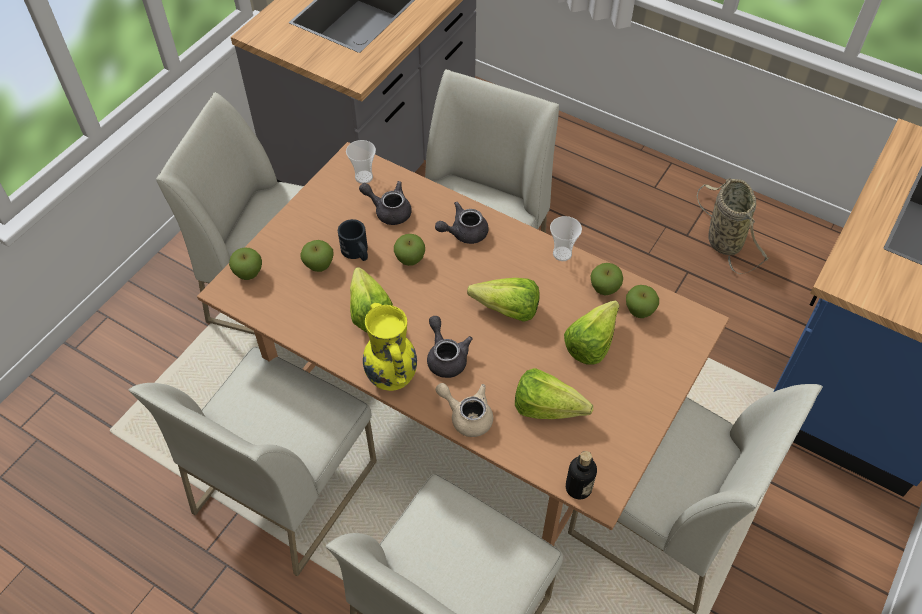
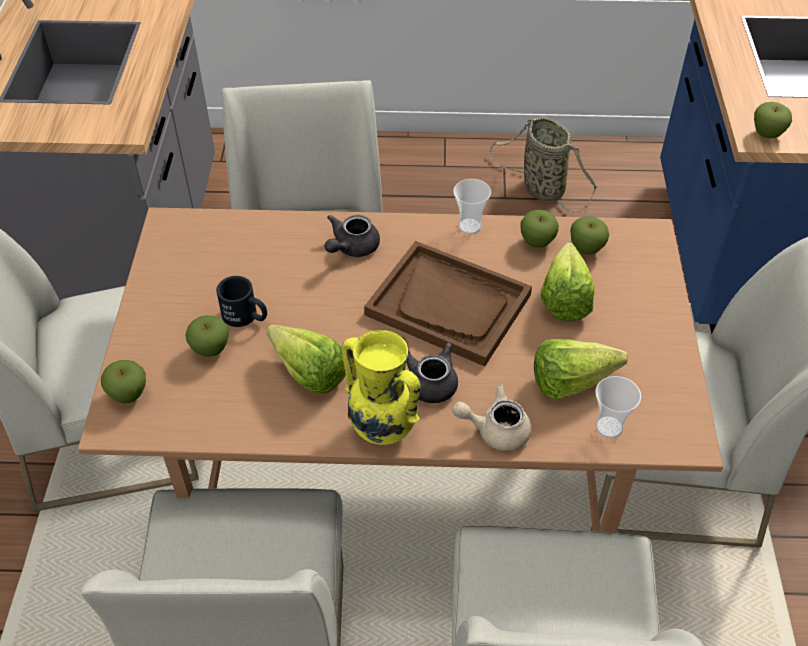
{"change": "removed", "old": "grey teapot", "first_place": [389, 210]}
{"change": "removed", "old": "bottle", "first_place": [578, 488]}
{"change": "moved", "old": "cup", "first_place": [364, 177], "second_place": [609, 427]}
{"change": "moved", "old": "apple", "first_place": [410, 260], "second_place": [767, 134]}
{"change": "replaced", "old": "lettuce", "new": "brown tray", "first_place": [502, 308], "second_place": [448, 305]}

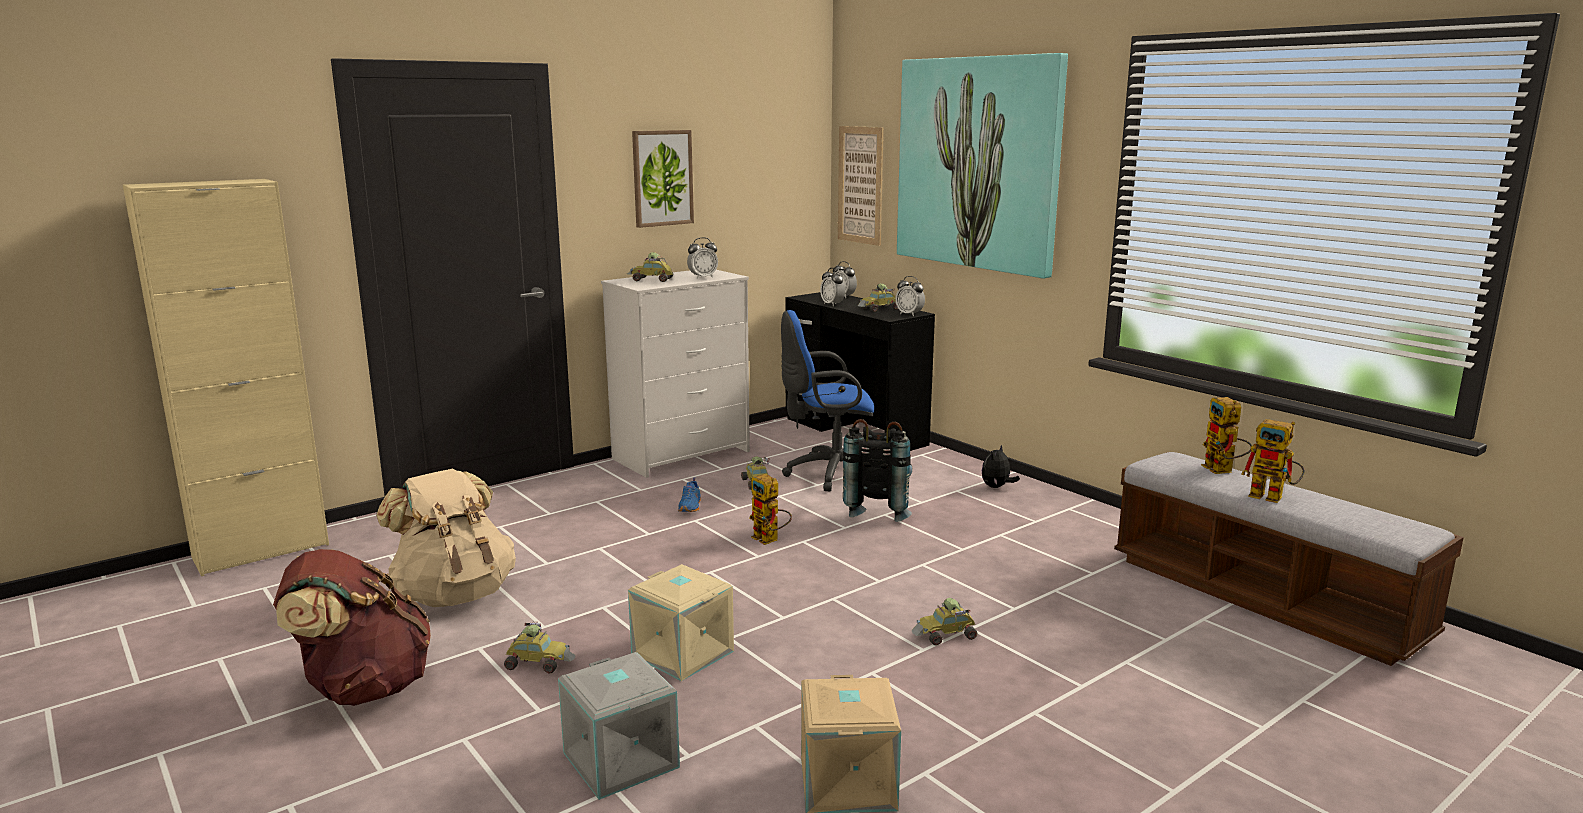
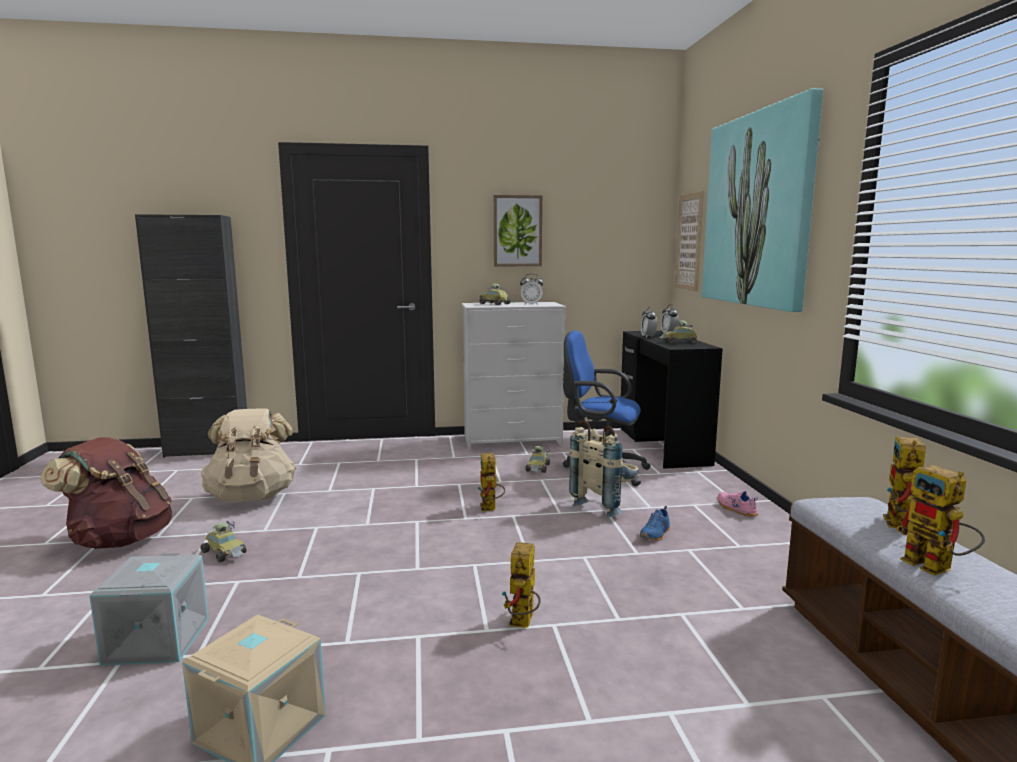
{"change": "removed", "old": "beige storage box", "first_place": [681, 653]}
{"change": "removed", "old": "alarm clock", "first_place": [909, 314]}
{"change": "moved", "old": "blue shoe", "first_place": [690, 507], "second_place": [656, 534]}
{"change": "replaced", "old": "toy car", "new": "toy robot", "first_place": [946, 635], "second_place": [523, 624]}
{"change": "replaced", "old": "plush toy", "new": "pink shoe", "first_place": [997, 487], "second_place": [736, 509]}
{"change": "recoloured", "old": "beige cabinet", "new": "black cabinet", "first_place": [261, 551], "second_place": [207, 450]}
{"change": "recoloured", "old": "black backpack", "new": "beige backpack", "first_place": [878, 509], "second_place": [606, 505]}

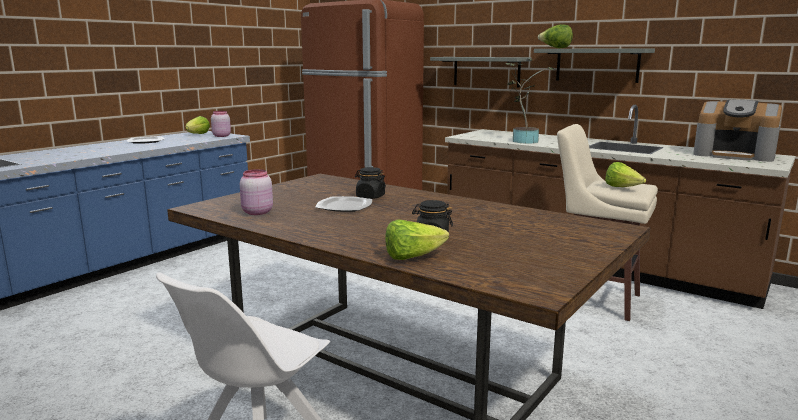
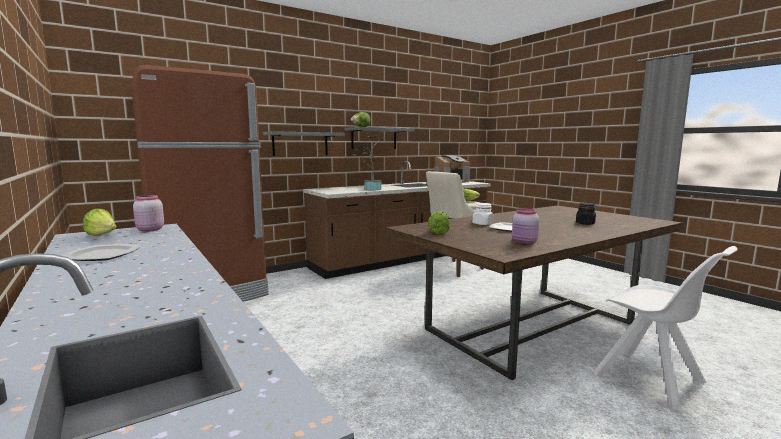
{"change": "moved", "old": "lettuce", "first_place": [412, 257], "second_place": [438, 232]}
{"change": "recoloured", "old": "black jar", "new": "white jar", "first_place": [370, 196], "second_place": [482, 224]}

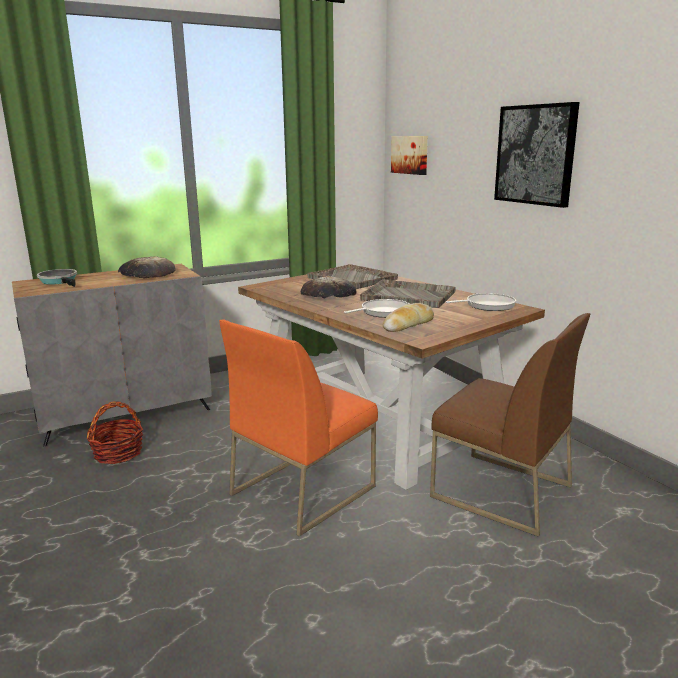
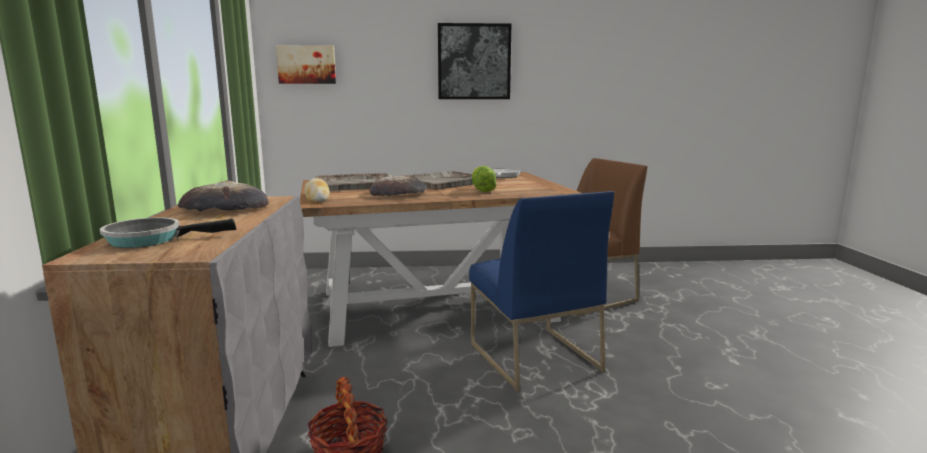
{"change": "moved", "old": "bread", "first_place": [408, 324], "second_place": [317, 197]}
{"change": "replaced", "old": "frying pan", "new": "lettuce", "first_place": [382, 312], "second_place": [482, 190]}
{"change": "recoloured", "old": "orange chair", "new": "blue chair", "first_place": [303, 489], "second_place": [533, 357]}

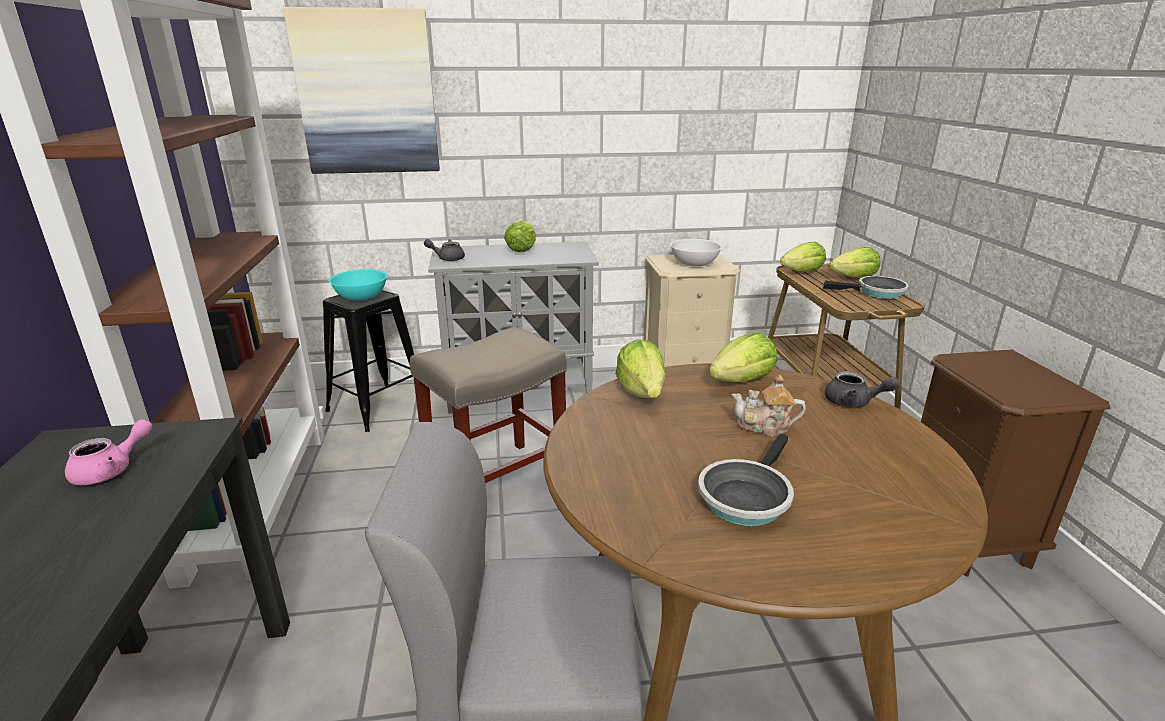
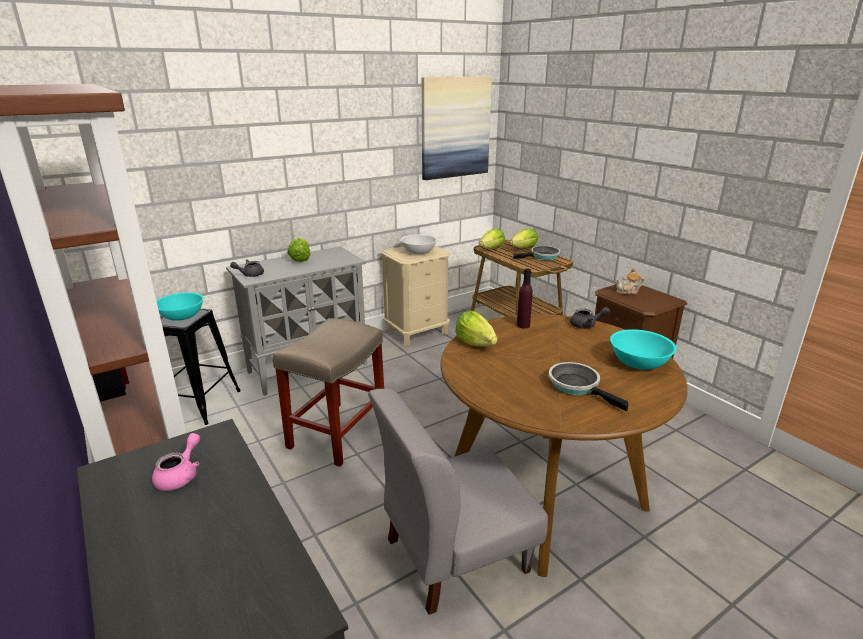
{"change": "added", "new": "turquoise bowl", "second_place": [639, 363]}
{"change": "moved", "old": "picture", "first_place": [367, 93], "second_place": [455, 127]}
{"change": "moved", "old": "teapot", "first_place": [764, 427], "second_place": [628, 291]}
{"change": "replaced", "old": "lettuce", "new": "purple bottle", "first_place": [742, 381], "second_place": [523, 325]}
{"change": "turned", "old": "frying pan", "first_place": [745, 497], "second_place": [577, 386], "degrees": 135}

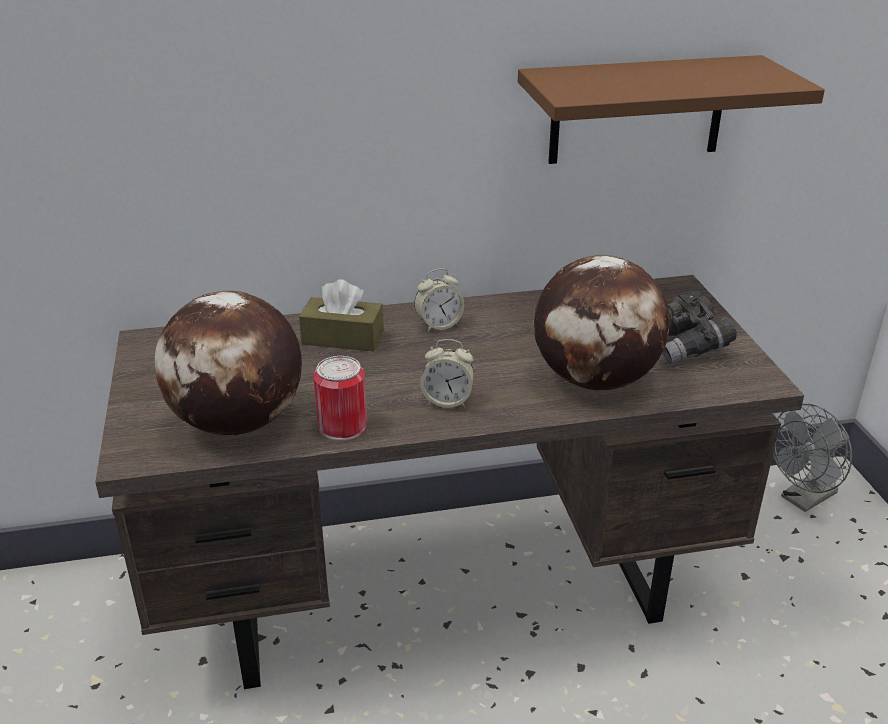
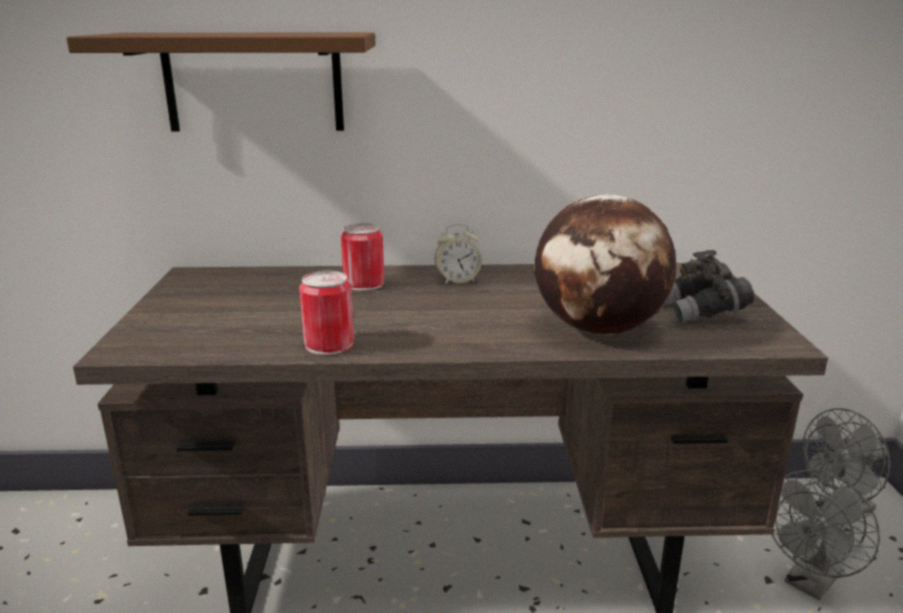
{"change": "removed", "old": "globe", "first_place": [238, 422]}
{"change": "removed", "old": "alarm clock", "first_place": [447, 401]}
{"change": "added", "new": "grey fan", "second_place": [810, 583]}
{"change": "moved", "old": "brown shelf", "first_place": [637, 110], "second_place": [253, 82]}
{"change": "replaced", "old": "brown tissue box", "new": "can", "first_place": [343, 338], "second_place": [364, 283]}

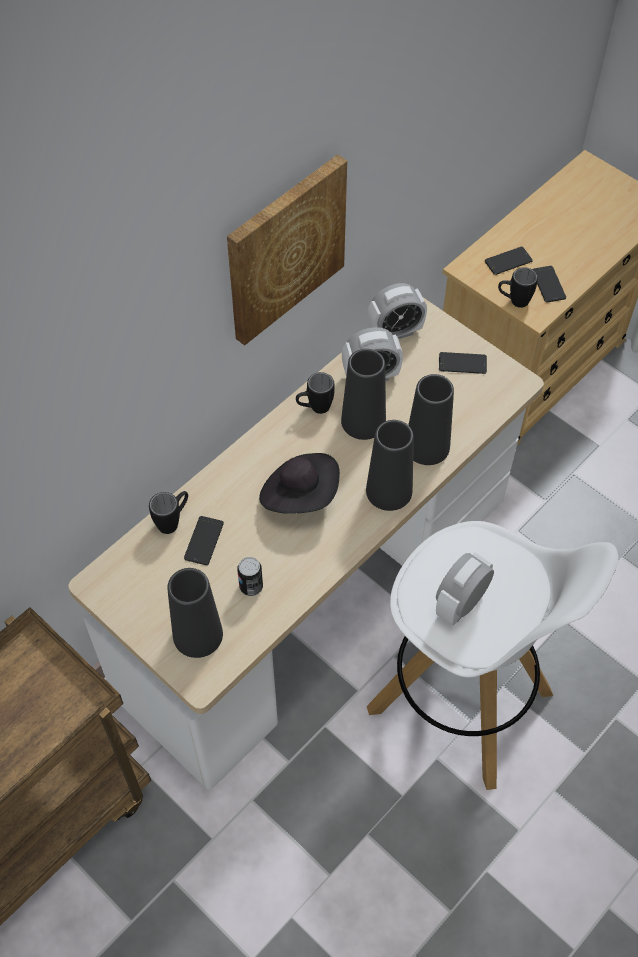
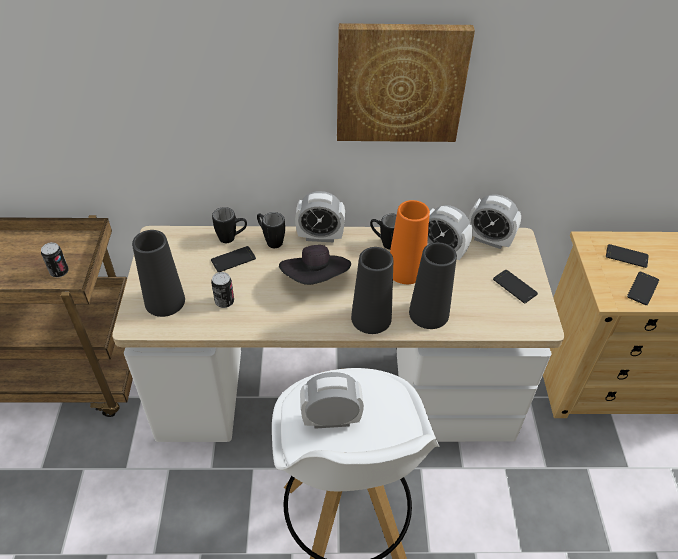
{"change": "added", "new": "can", "second_place": [59, 272]}
{"change": "added", "new": "alarm clock", "second_place": [320, 236]}
{"change": "moved", "old": "black mug", "first_place": [513, 301], "second_place": [270, 240]}
{"change": "recoloured", "old": "black vase", "new": "orange vase", "first_place": [363, 421], "second_place": [405, 270]}

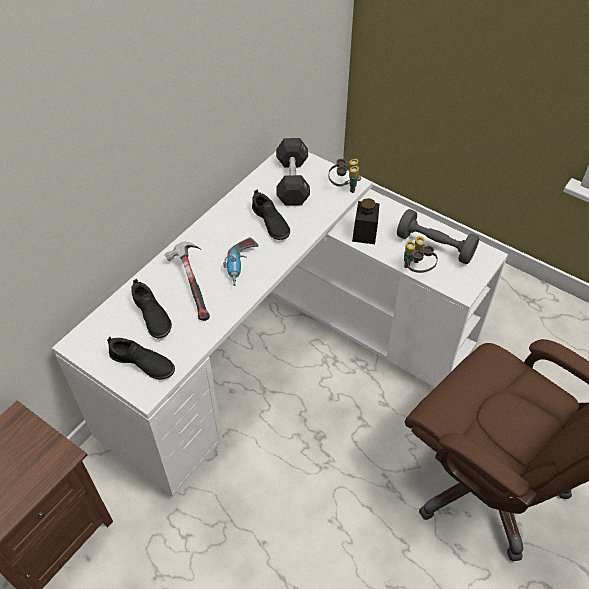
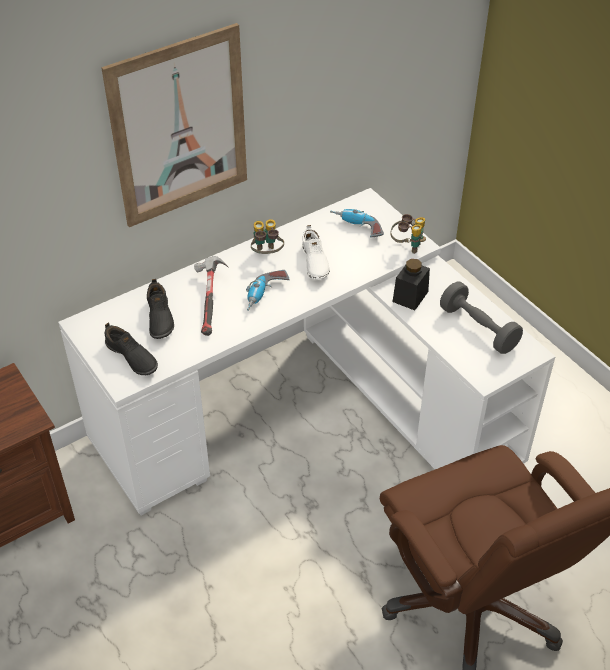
{"change": "added", "new": "picture", "second_place": [179, 127]}
{"change": "moved", "old": "binoculars", "first_place": [416, 269], "second_place": [267, 254]}
{"change": "replaced", "old": "black dumbbell", "new": "power drill", "first_place": [292, 181], "second_place": [356, 228]}
{"change": "recoloured", "old": "black shoe", "new": "white shoe", "first_place": [270, 223], "second_place": [314, 262]}

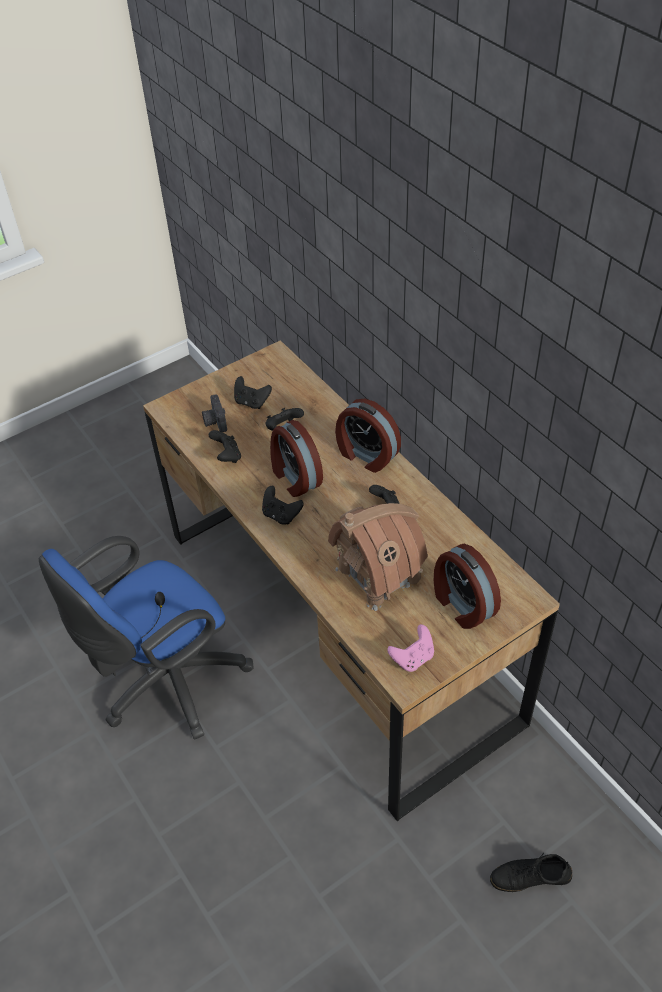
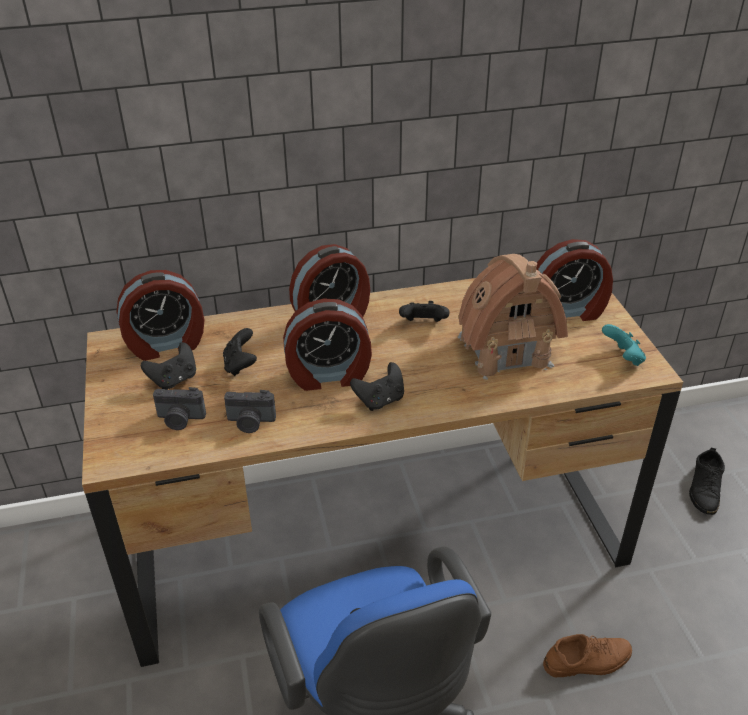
{"change": "added", "new": "alarm clock", "second_place": [166, 344]}
{"change": "added", "new": "brown shoe", "second_place": [587, 661]}
{"change": "replaced", "old": "black game controller", "new": "photo camera", "first_place": [227, 456], "second_place": [250, 422]}
{"change": "recoloured", "old": "pink game controller", "new": "turquoise game controller", "first_place": [413, 658], "second_place": [623, 358]}

